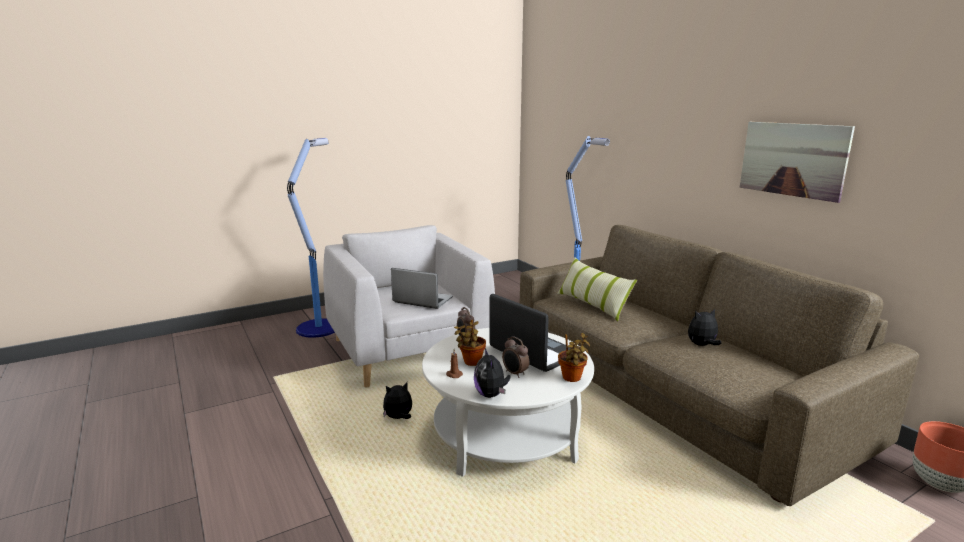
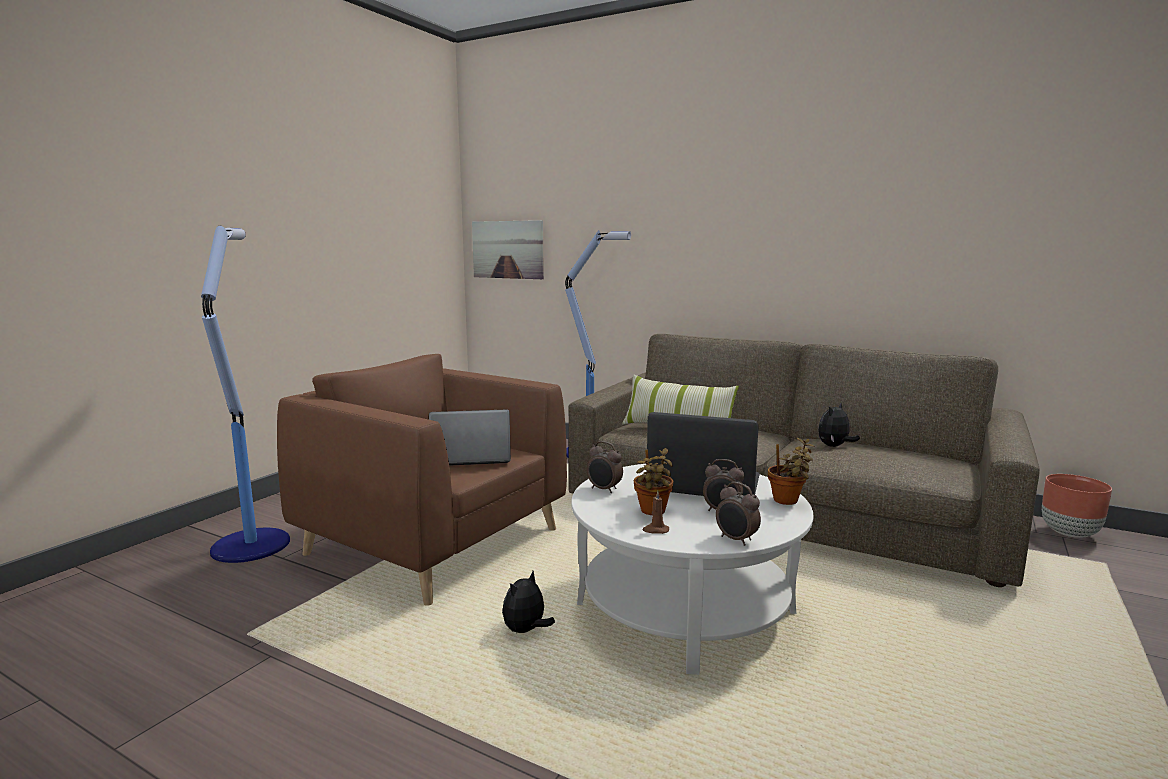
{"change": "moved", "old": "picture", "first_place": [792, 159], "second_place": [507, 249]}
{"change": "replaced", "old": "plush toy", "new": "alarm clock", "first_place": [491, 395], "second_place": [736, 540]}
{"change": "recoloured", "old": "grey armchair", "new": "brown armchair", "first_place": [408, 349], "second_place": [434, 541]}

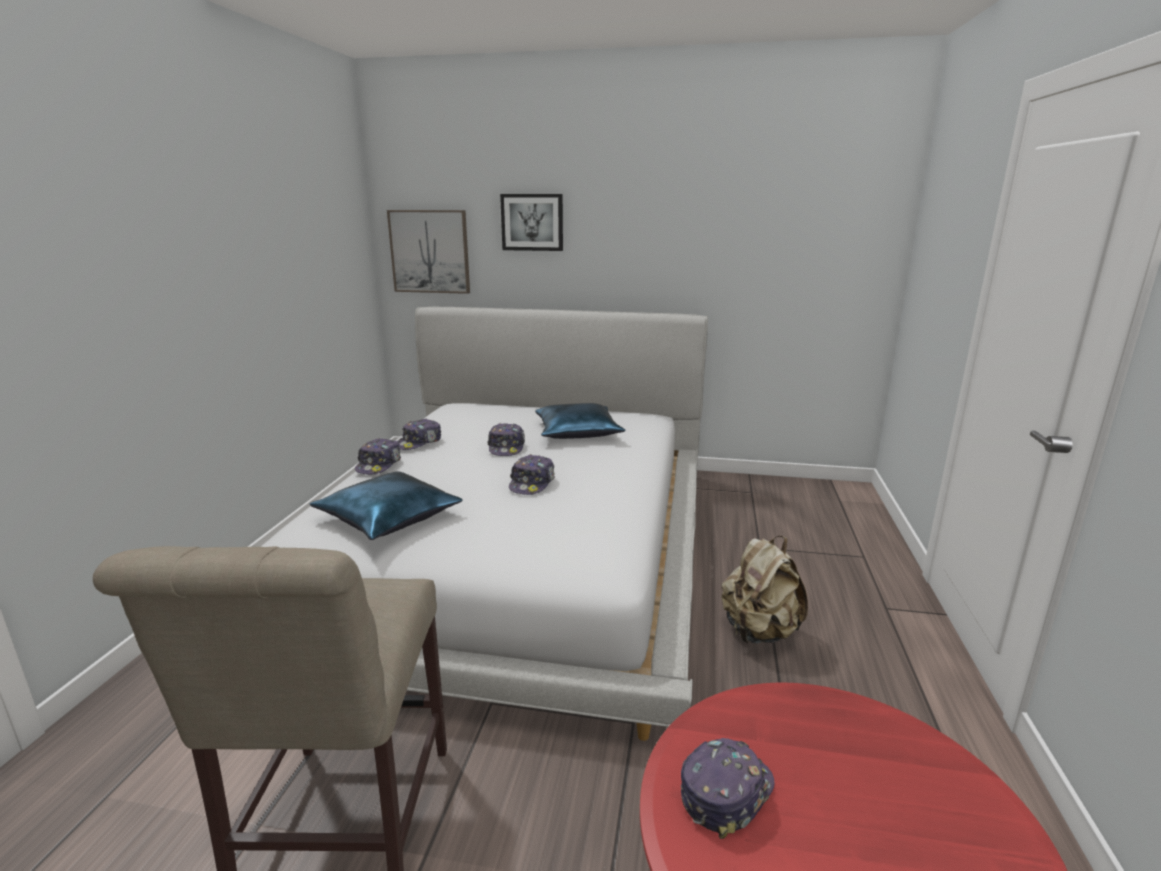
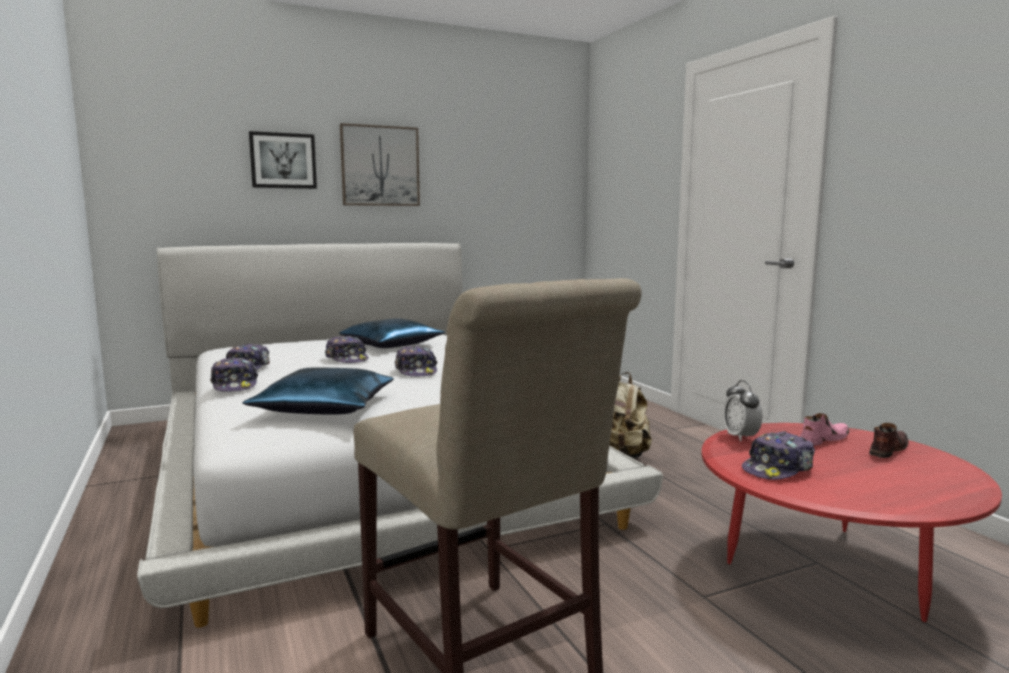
{"change": "added", "new": "alarm clock", "second_place": [740, 437]}
{"change": "added", "new": "pink shoe", "second_place": [822, 439]}
{"change": "added", "new": "brown shoe", "second_place": [887, 450]}
{"change": "moved", "old": "picture", "first_place": [430, 251], "second_place": [380, 166]}
{"change": "turned", "old": "cap", "first_place": [725, 792], "second_place": [778, 469], "degrees": -135}

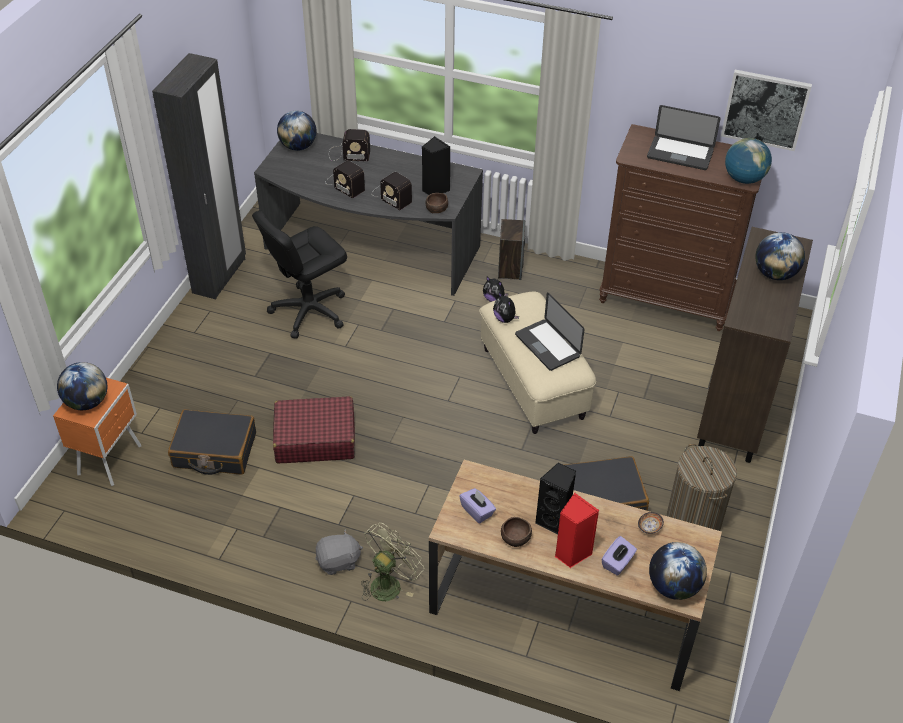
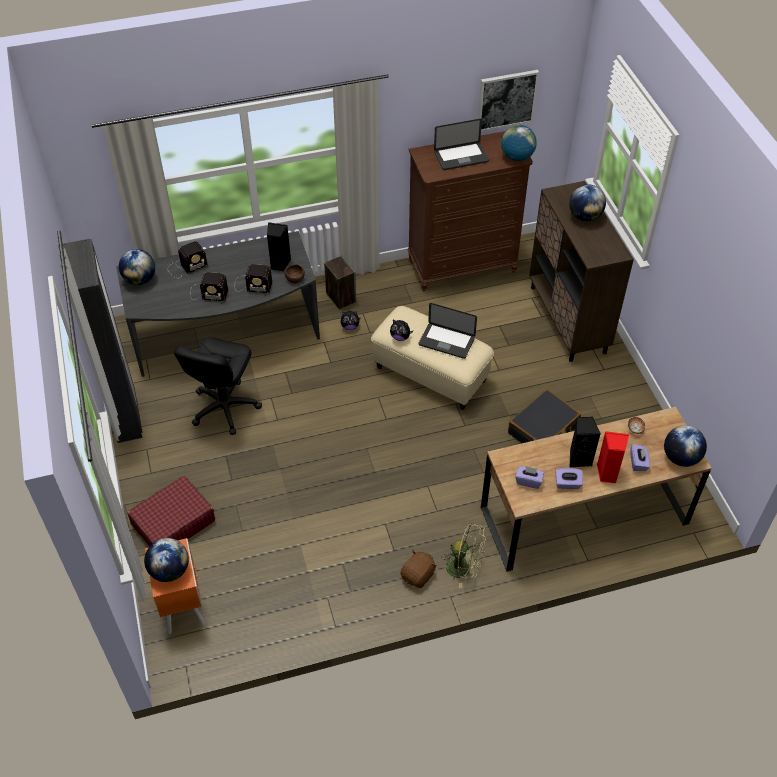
{"change": "removed", "old": "black suitcase", "first_place": [214, 450]}
{"change": "removed", "old": "laundry basket", "first_place": [693, 519]}
{"change": "moved", "old": "red suitcase", "first_place": [315, 439], "second_place": [173, 523]}
{"change": "replaced", "old": "brown bowl", "new": "purple tissue box", "first_place": [516, 538], "second_place": [567, 484]}
{"change": "recoloured", "old": "grey plush toy", "new": "brown plush toy", "first_place": [338, 562], "second_place": [418, 575]}
{"change": "turned", "old": "green fan", "first_place": [389, 583], "second_place": [464, 568], "degrees": 105}

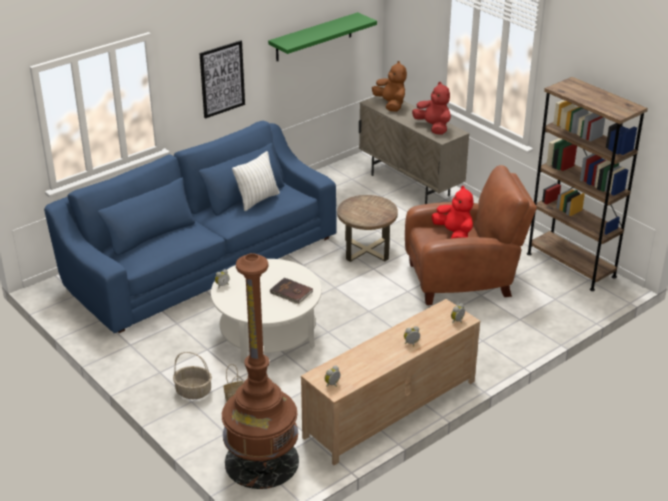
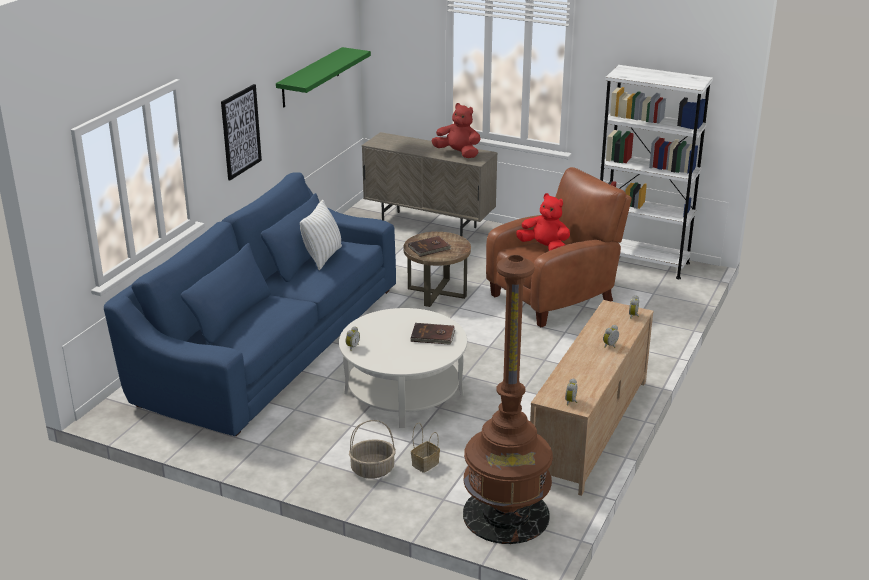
{"change": "removed", "old": "brown plush toy", "first_place": [390, 105]}
{"change": "added", "new": "brown book", "second_place": [430, 248]}
{"change": "recoloured", "old": "brown bookcase", "new": "white bookcase", "first_place": [570, 265], "second_place": [641, 262]}

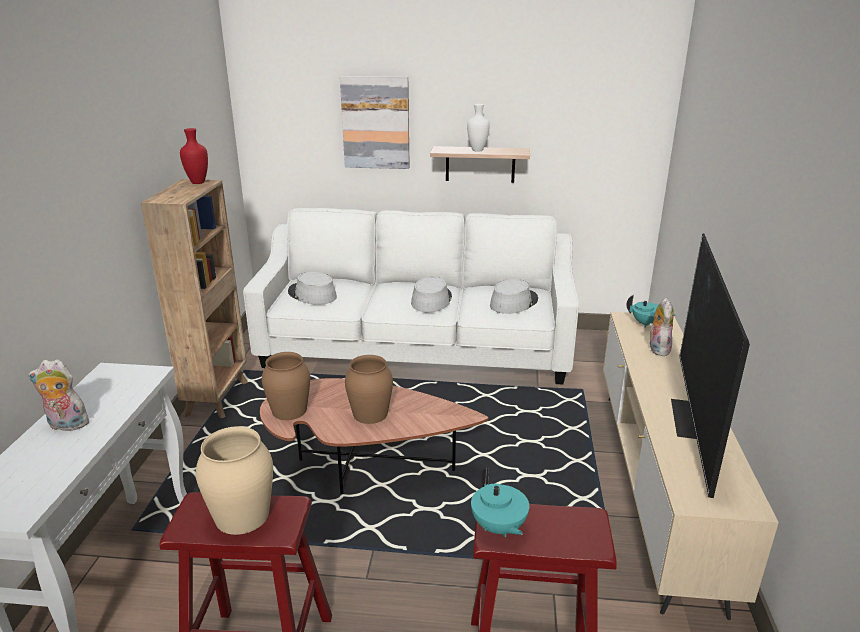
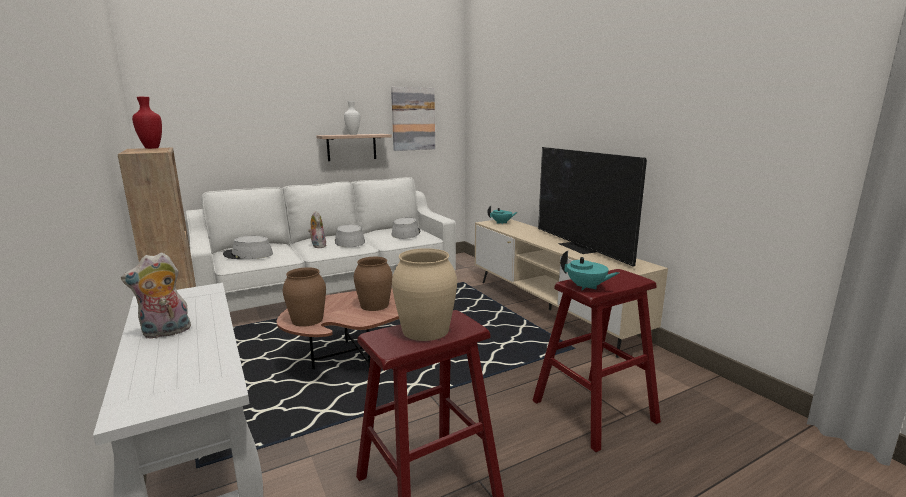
{"change": "moved", "old": "picture", "first_place": [376, 122], "second_place": [413, 119]}
{"change": "moved", "old": "plush toy", "first_place": [657, 349], "second_place": [317, 246]}

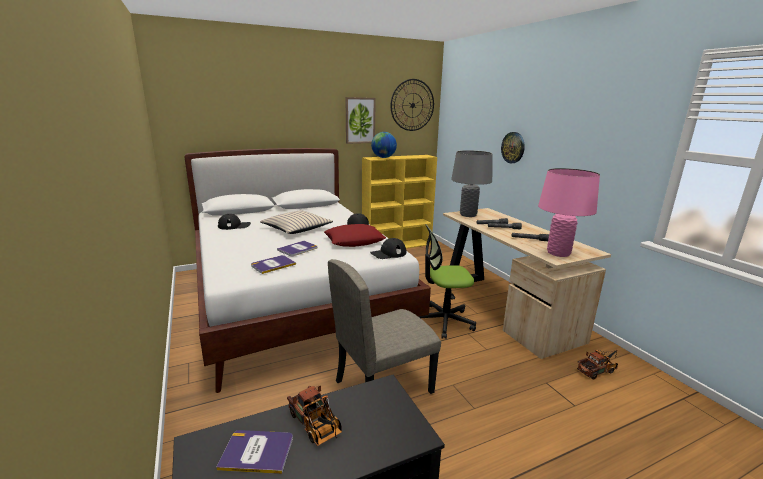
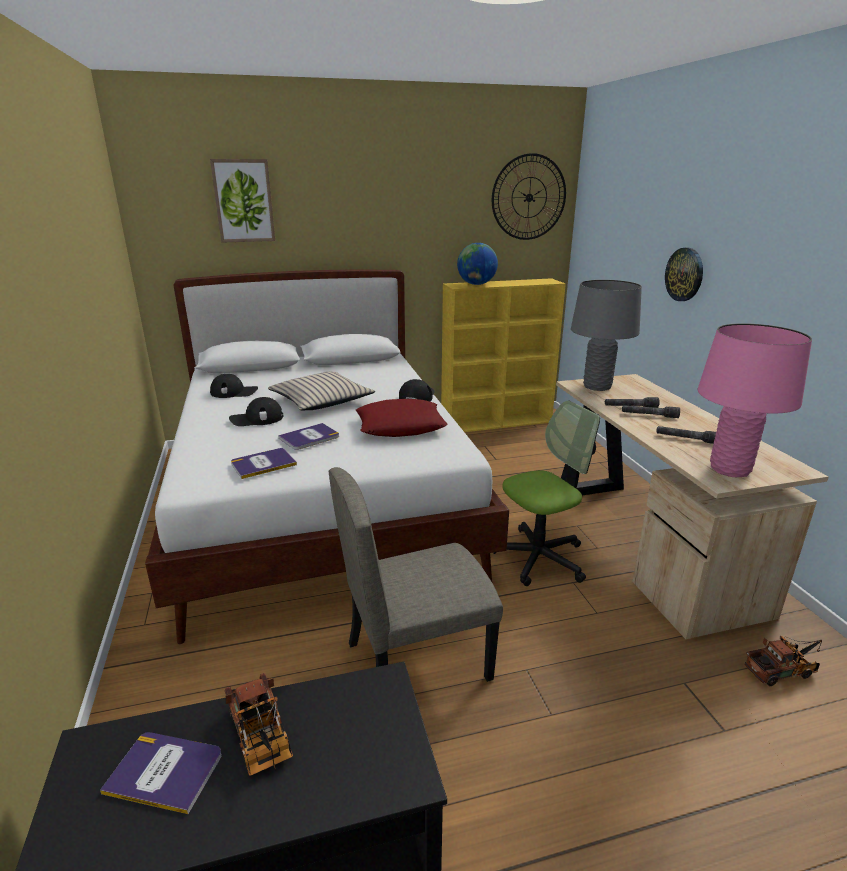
{"change": "moved", "old": "picture", "first_place": [360, 120], "second_place": [243, 201]}
{"change": "moved", "old": "black cap", "first_place": [388, 253], "second_place": [256, 419]}
{"change": "turned", "old": "office chair", "first_place": [443, 321], "second_place": [539, 557], "degrees": 150}

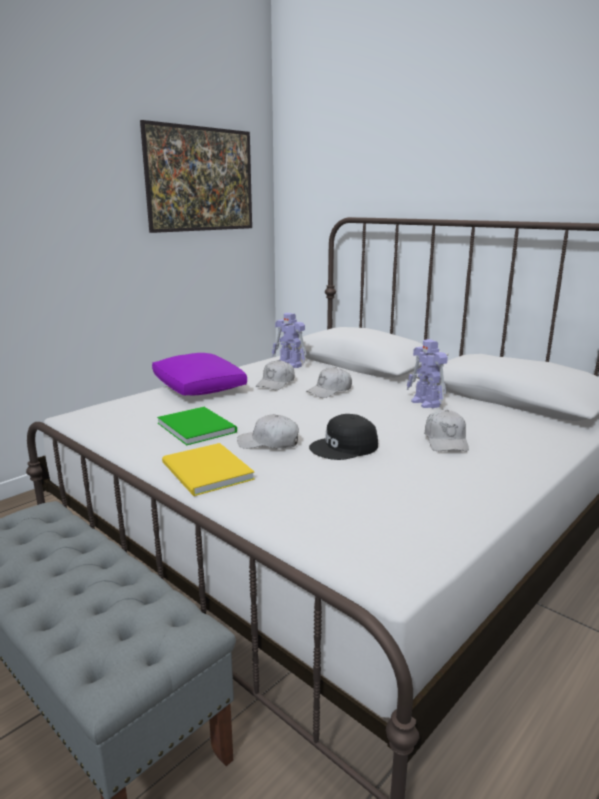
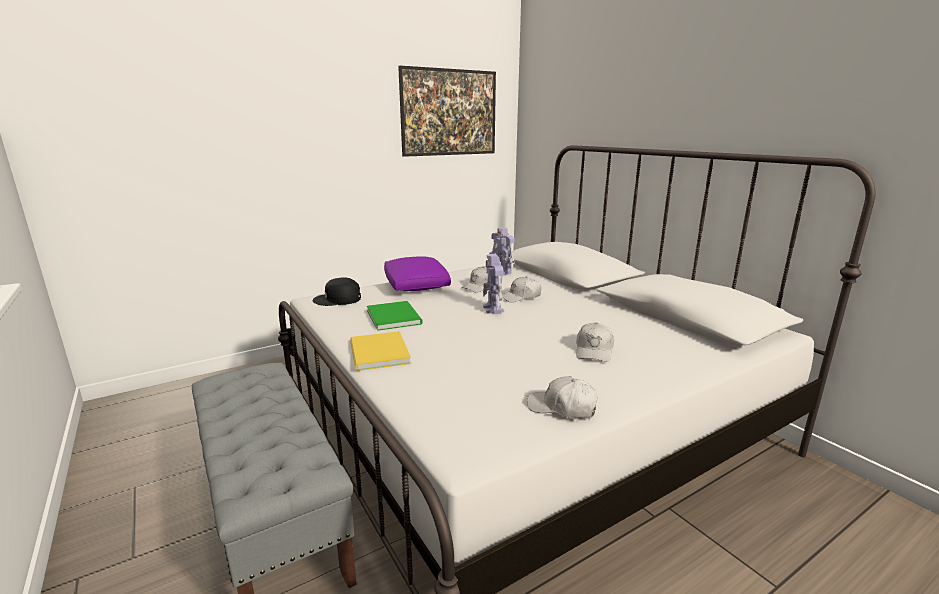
{"change": "moved", "old": "white cap", "first_place": [269, 443], "second_place": [562, 408]}
{"change": "moved", "old": "black cap", "first_place": [344, 447], "second_place": [338, 299]}
{"change": "moved", "old": "toy robot", "first_place": [426, 403], "second_place": [493, 309]}

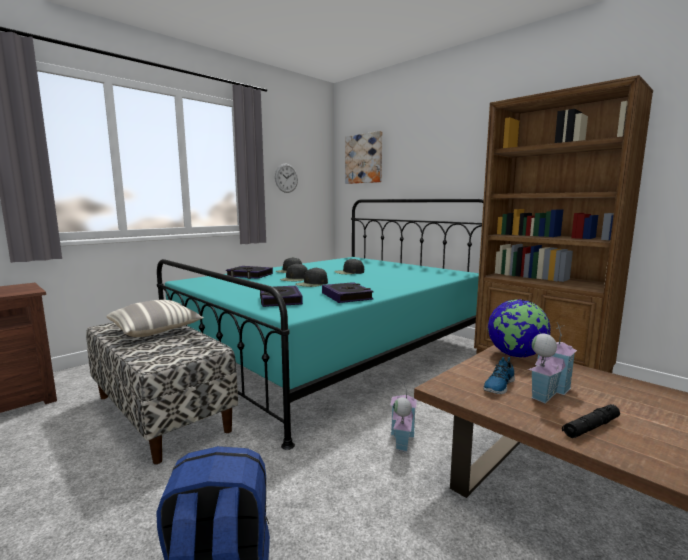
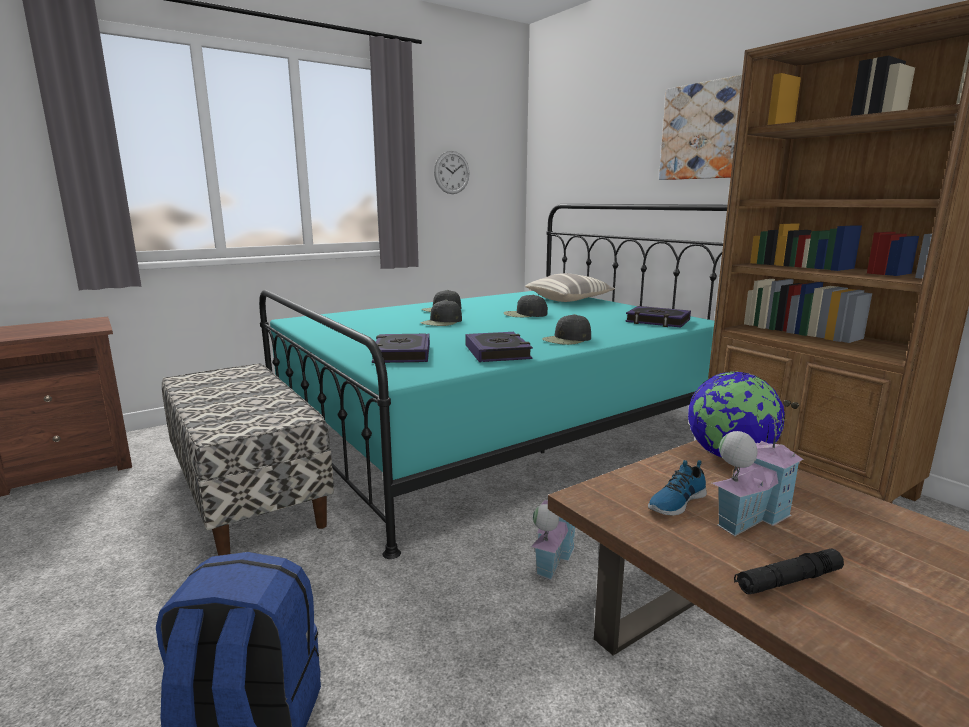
{"change": "moved", "old": "pillow", "first_place": [156, 330], "second_place": [569, 299]}
{"change": "moved", "old": "book", "first_place": [249, 275], "second_place": [657, 321]}
{"change": "moved", "old": "black cap", "first_place": [312, 284], "second_place": [567, 339]}
{"change": "moved", "old": "picture", "first_place": [364, 158], "second_place": [703, 131]}

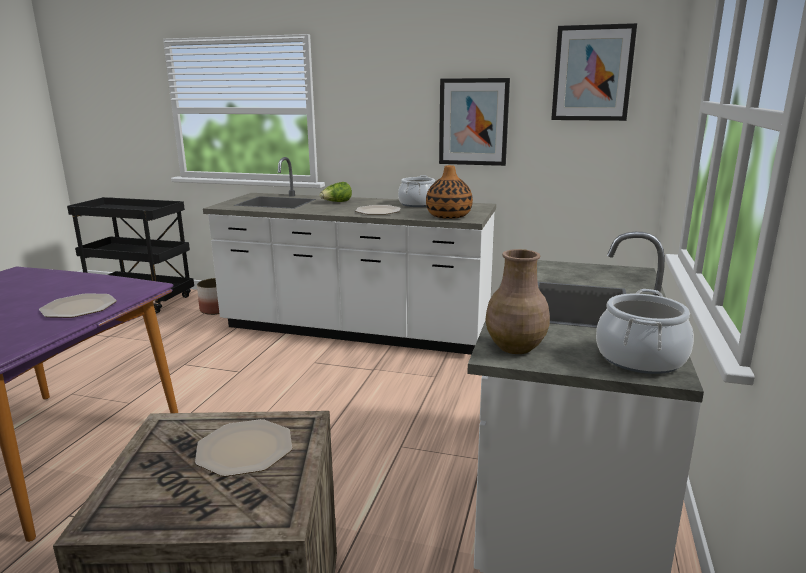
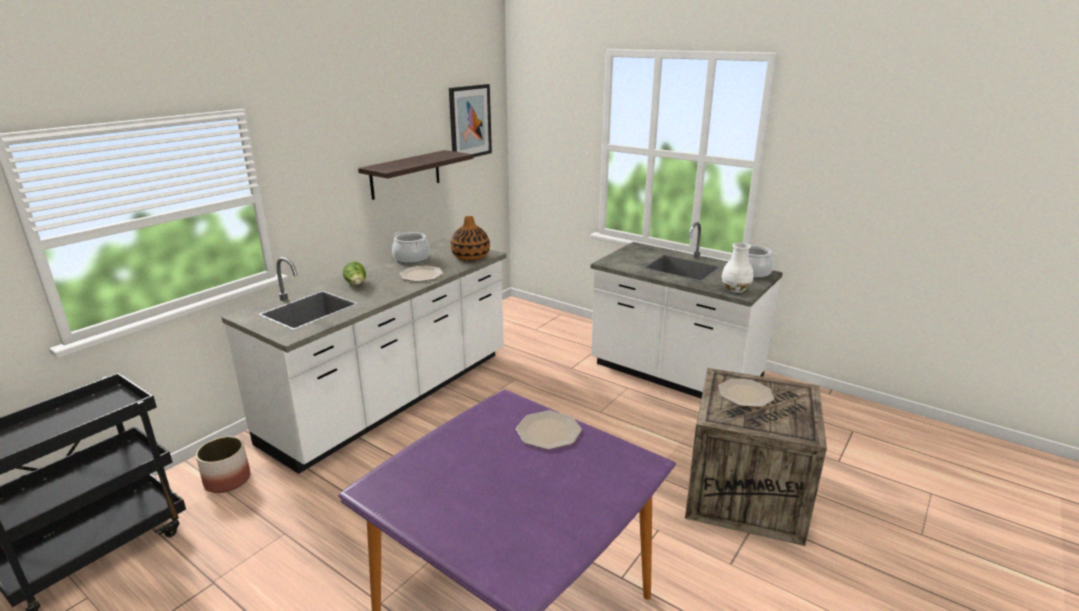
{"change": "replaced", "old": "picture", "new": "shelf", "first_place": [473, 122], "second_place": [405, 174]}
{"change": "recoloured", "old": "brown vase", "new": "white vase", "first_place": [516, 348], "second_place": [736, 290]}

